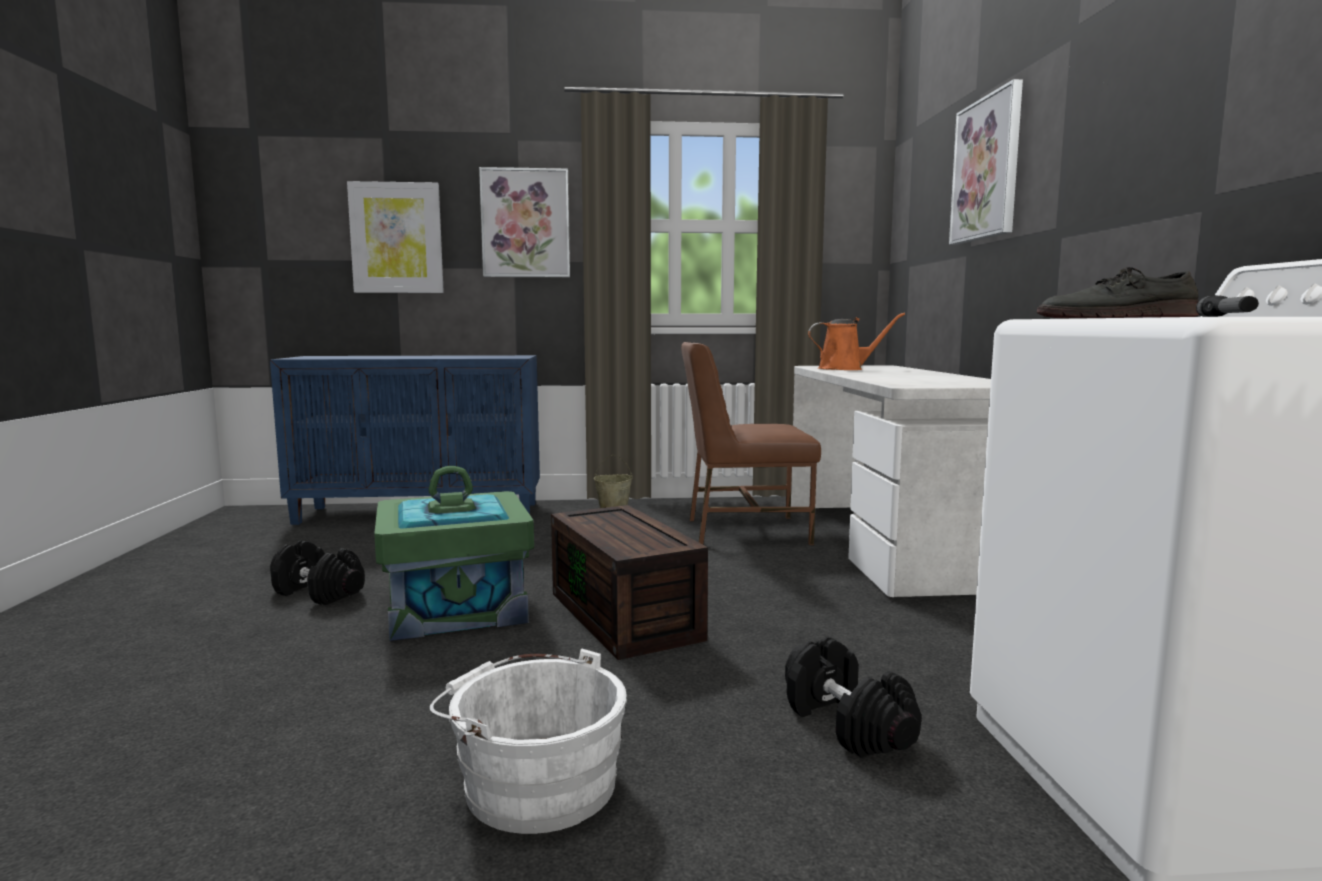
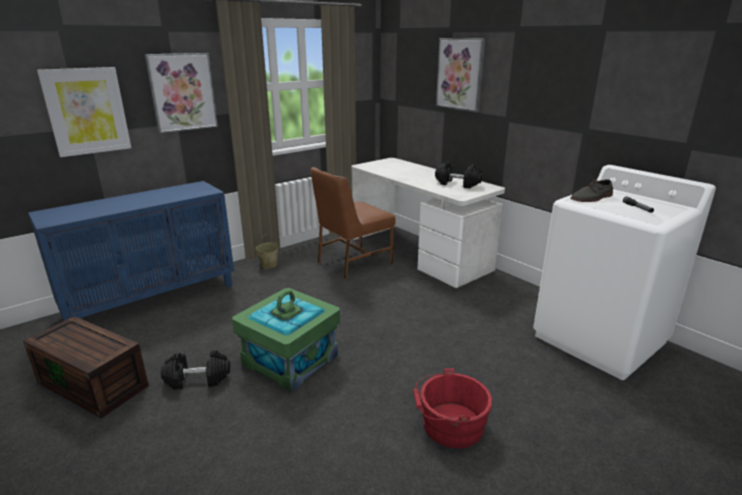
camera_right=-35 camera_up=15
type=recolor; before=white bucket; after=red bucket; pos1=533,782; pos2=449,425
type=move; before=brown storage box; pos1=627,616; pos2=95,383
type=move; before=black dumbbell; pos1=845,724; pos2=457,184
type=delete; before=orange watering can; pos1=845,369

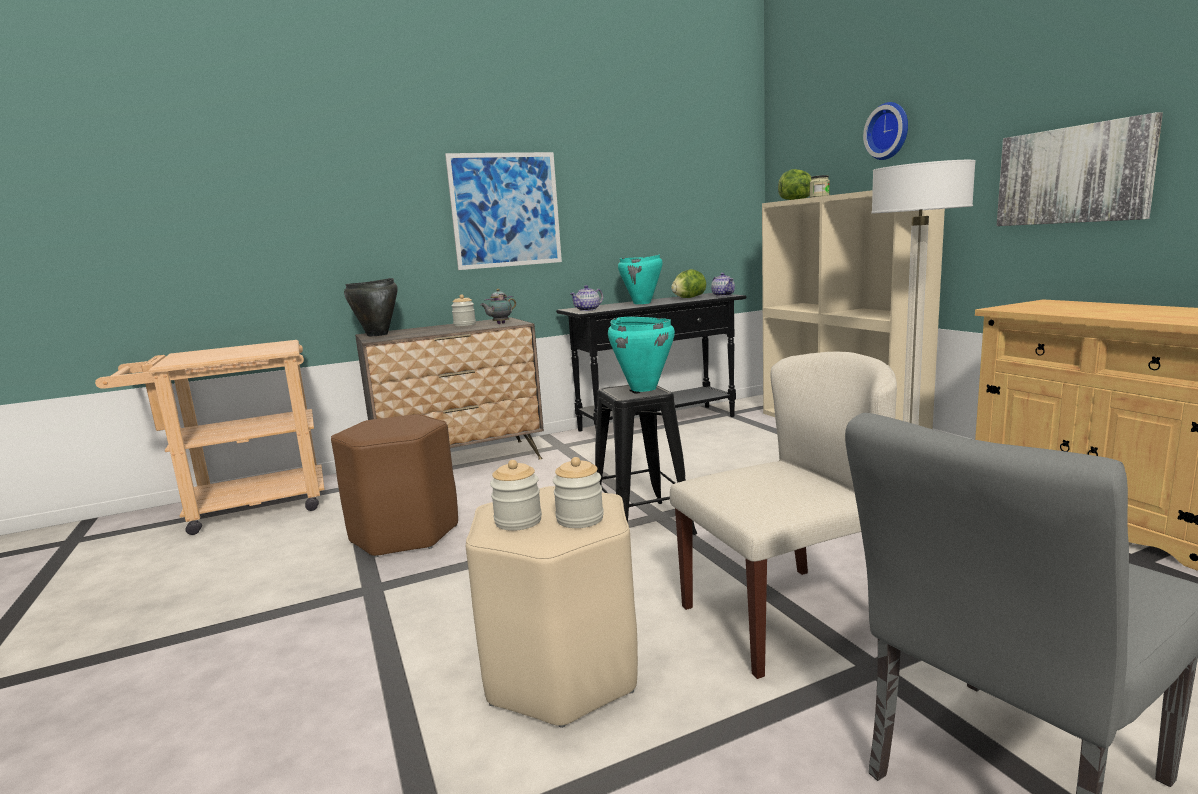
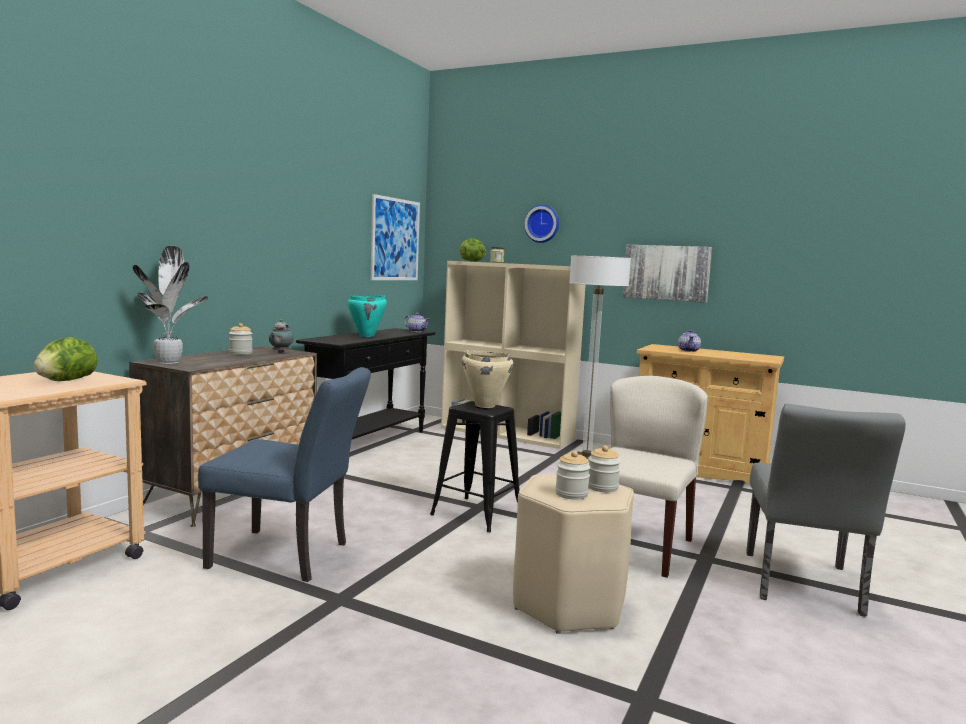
camera_right=-40 camera_up=-5
type=replace; before=brown stool; after=blue chair; pos1=404,534; pos2=289,556
type=replace; before=black cooking pot; after=potted plant; pos1=378,334; pos2=169,362
type=move; before=picture; pos1=505,210; pos2=395,239
type=move; before=teapot; pos1=588,310; pos2=688,351
type=recolor; before=turquoise cooking pot; after=beige cooking pot; pos1=643,388; pos2=484,405
type=move; before=lettuce; pos1=688,298; pos2=66,380

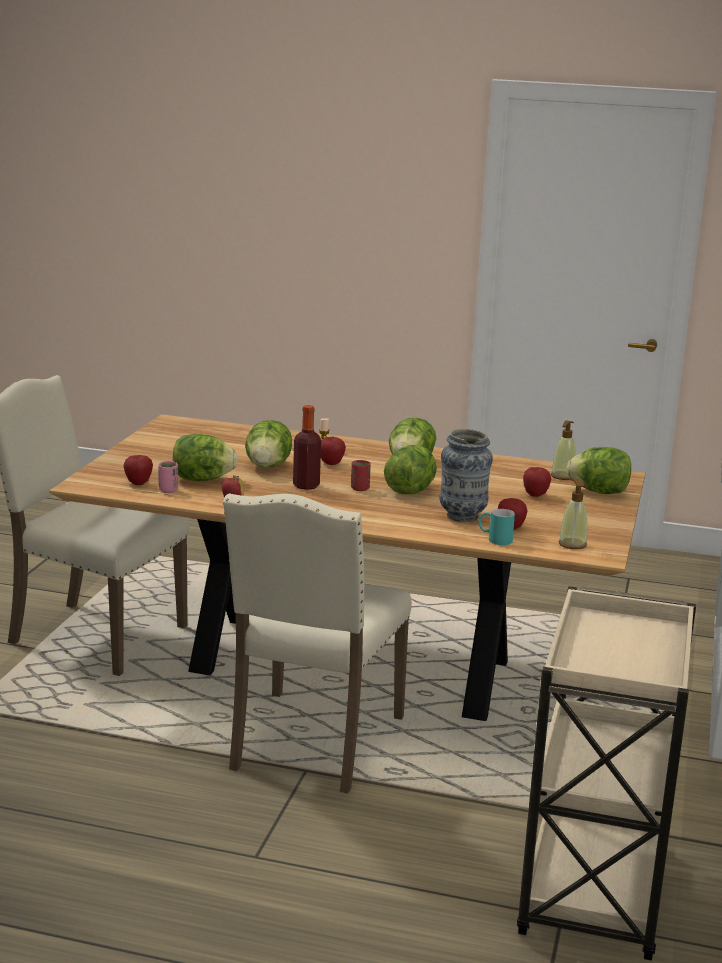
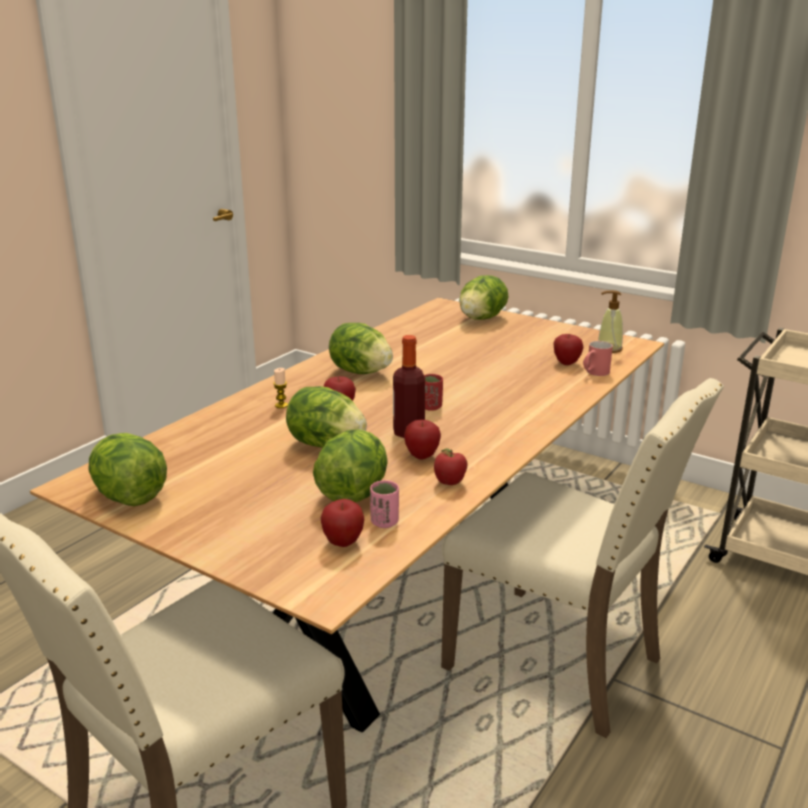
camera_right=-70 camera_up=5
type=move; before=lettuce; pos1=410,491; pos2=129,496
type=delete; before=vase; pos1=462,516
type=recolor; before=turquoise mug; after=red mug; pos1=494,539; pos2=594,373
type=move; before=apple; pos1=535,495; pos2=422,456
type=delete; before=soap dispenser; pos1=563,476

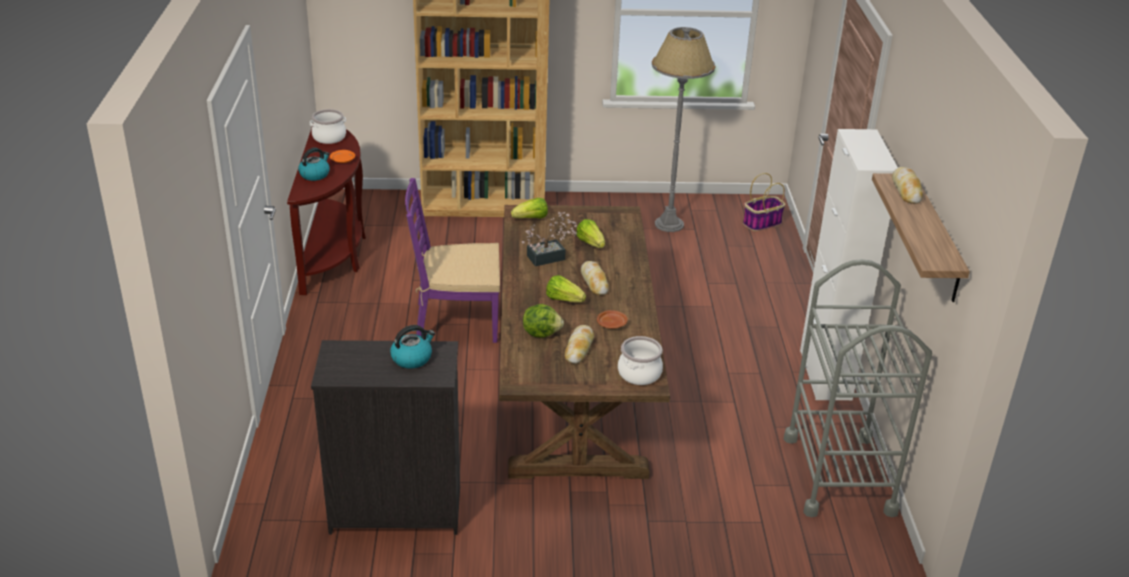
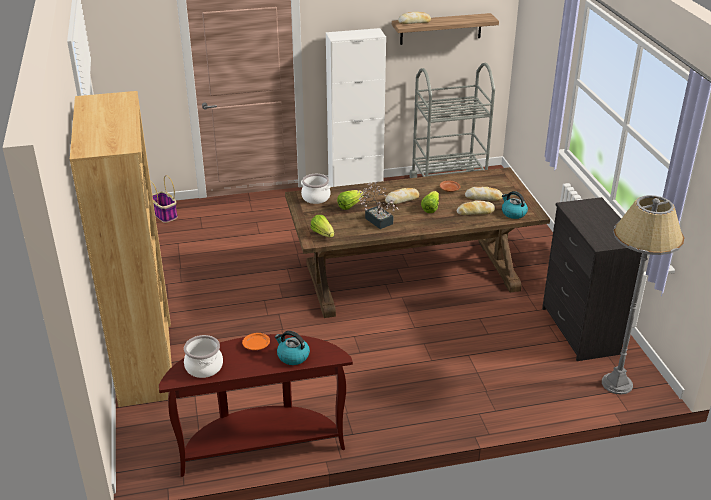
camera_right=-100 camera_up=0
type=move; before=kettle; pos1=412,358; pos2=513,213
type=delete; before=purple chair; pos1=456,322
type=replace; before=lettuce; after=bread; pos1=541,333; pos2=475,212
type=move; before=cooking pot; pos1=640,374; pos2=316,197
type=move; before=grey floor lamp; pos1=668,224; pos2=617,384

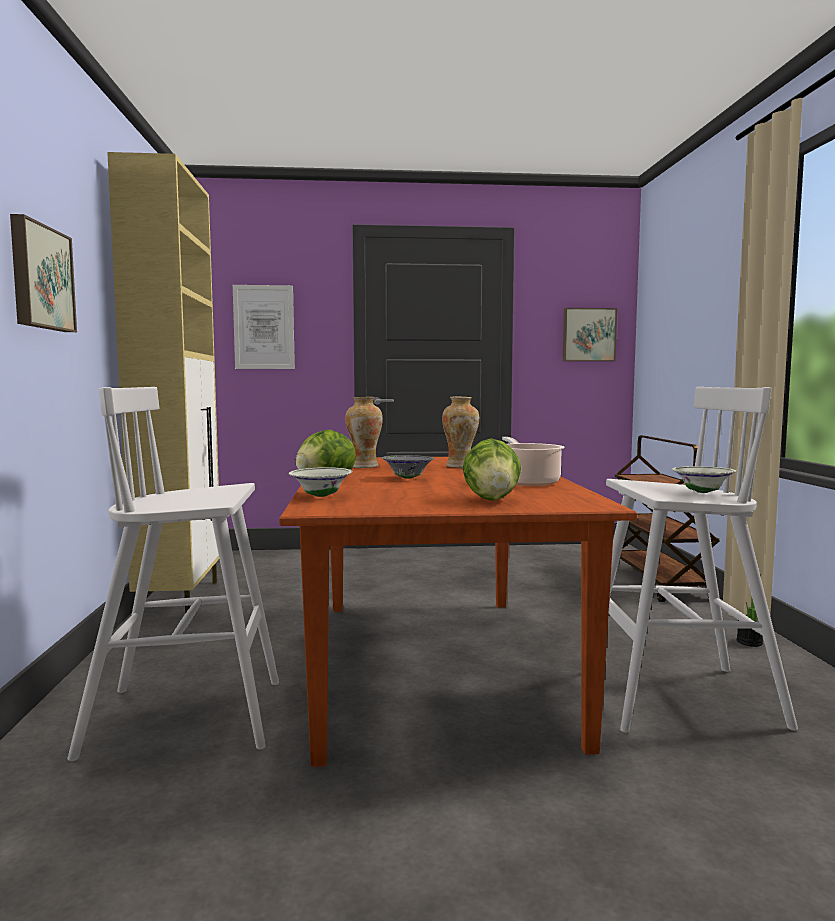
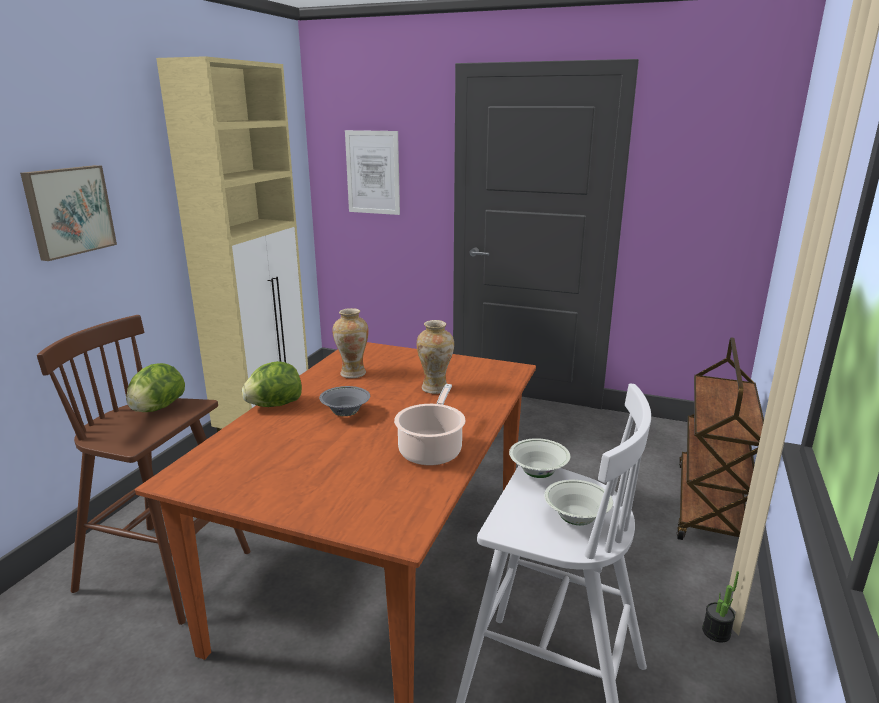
camera_right=25 camera_up=15
type=recolor; before=white stool; after=brown stool; pos1=190,717; pos2=167,572
type=move; before=white bowl; pos1=321,496; pos2=538,473
type=move; before=lettuce; pos1=492,499; pos2=157,408
type=delete; before=picture; pos1=588,335

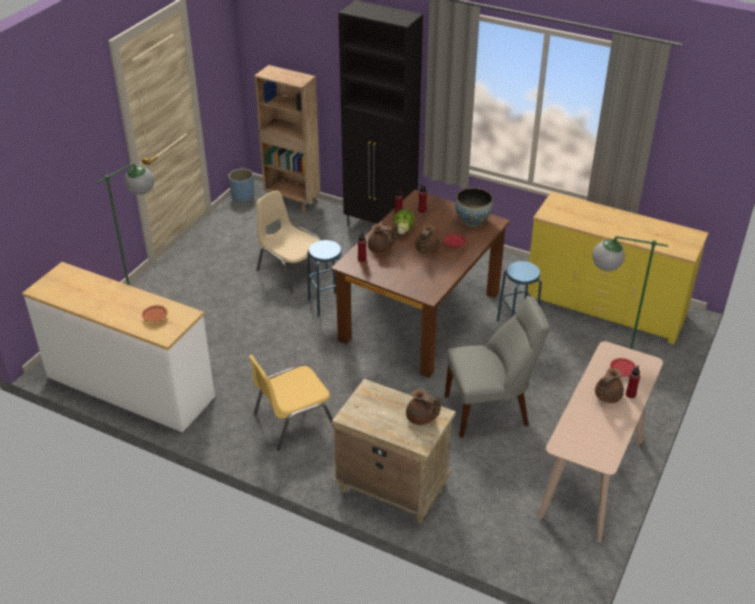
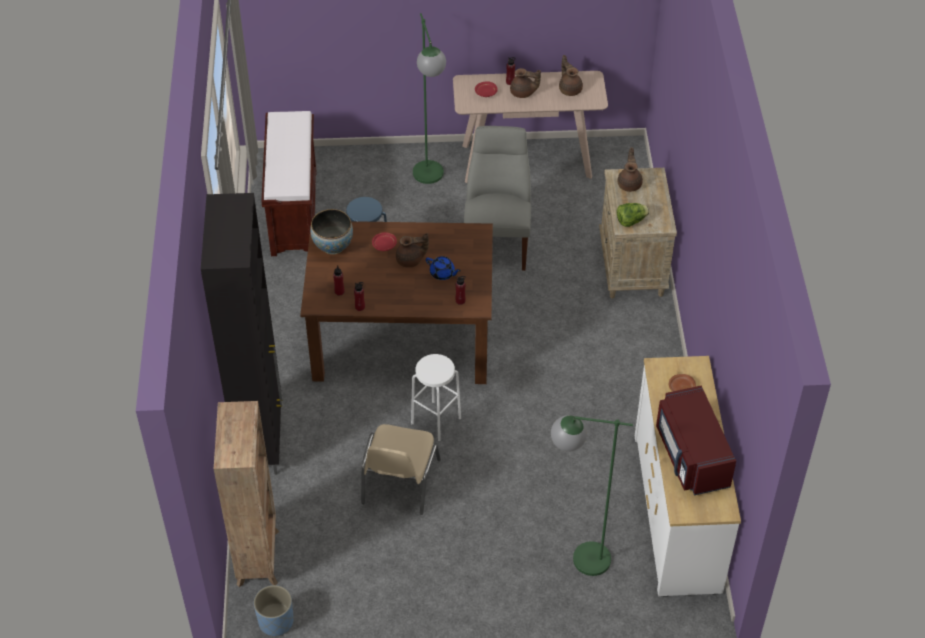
camera_right=-120 camera_up=10
type=delete; before=yellow chair; pos1=292,421
type=recolor; before=blue stool; after=white stool; pos1=327,304; pos2=436,420
type=move; before=brown teapot; pos1=381,249; pos2=570,89
type=move; before=lettuce; pos1=403,230; pos2=631,221
type=rotate; before=grey chair; pos1=490,410; pos2=497,241; turn=45
type=replace; before=yellow dresser; after=brown bench; pos1=604,307; pos2=293,212
type=insert; after=blue teapot; pos2=442,273
type=insert; after=red microwave; pos2=691,456

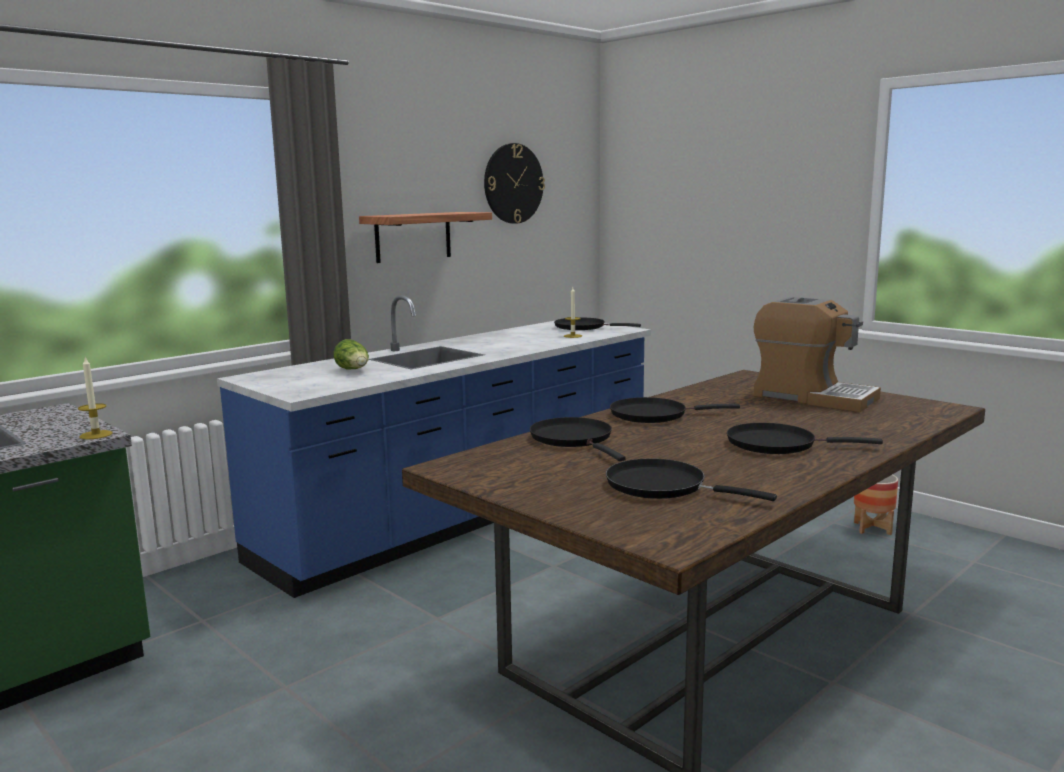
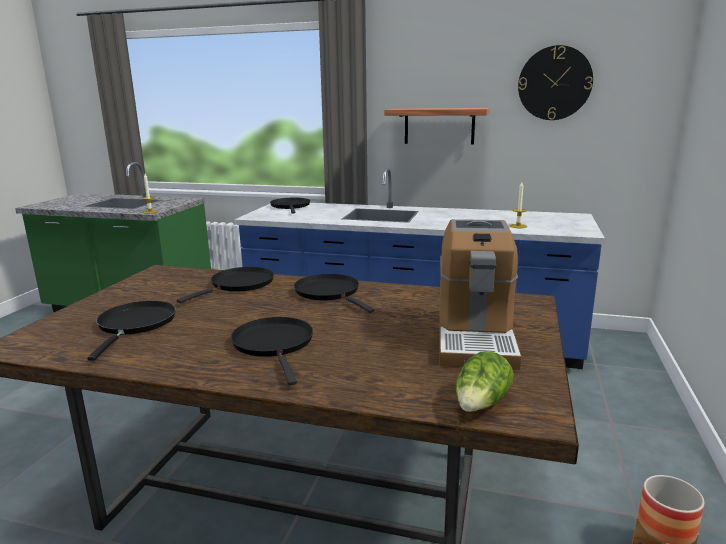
camera_right=60 camera_up=5
type=move; before=lettuce; pos1=354,370; pos2=481,404
type=move; before=black frying pan; pos1=583,327; pos2=291,206

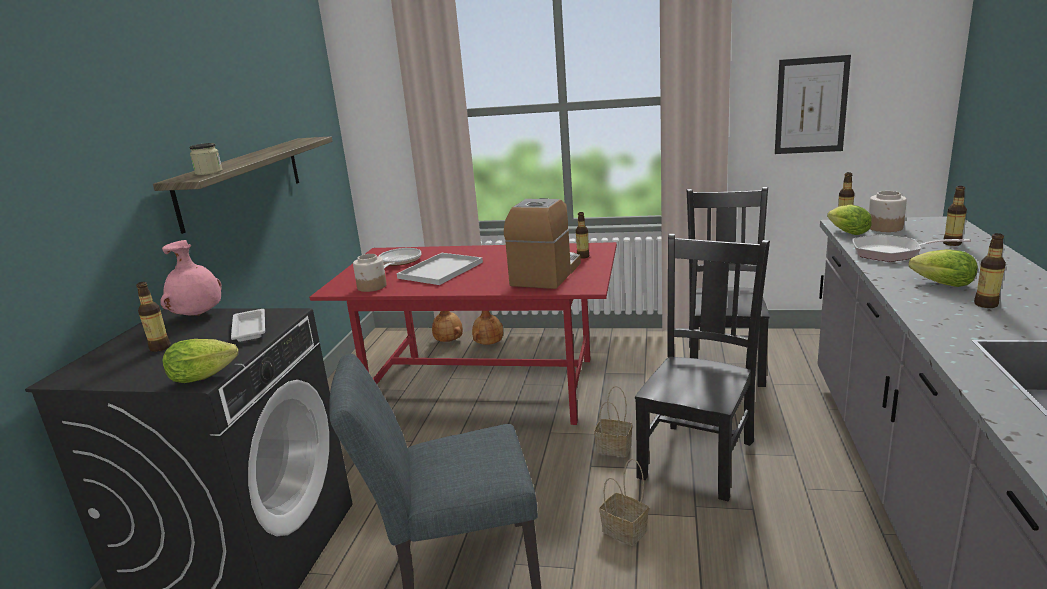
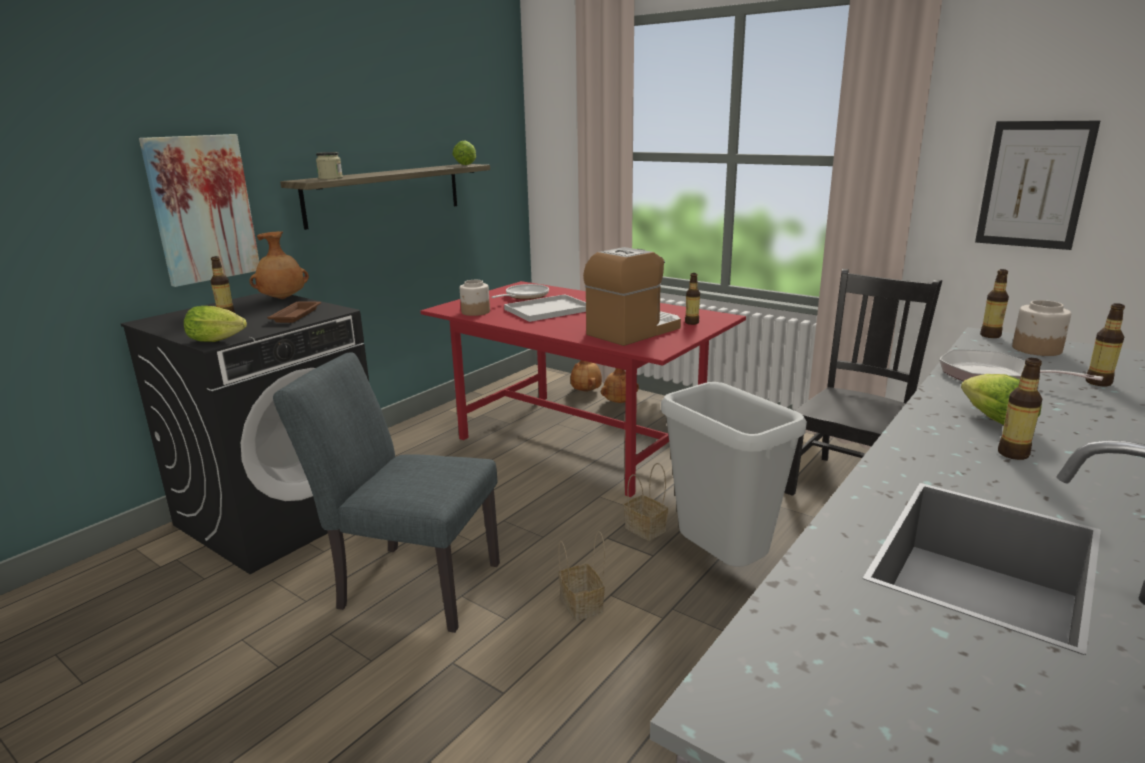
camera_right=25 camera_up=0
type=recolor; before=pink vase; after=brown vase; pos1=199,315; pos2=283,299
type=recolor; before=white tray; after=brown tray; pos1=250,328; pos2=297,315
type=replace; before=black chair; after=grey trash can; pos1=699,456; pos2=723,564
type=move; before=lettuce; pos1=846,232; pos2=466,164
type=insert; after=picture; pos2=202,209

